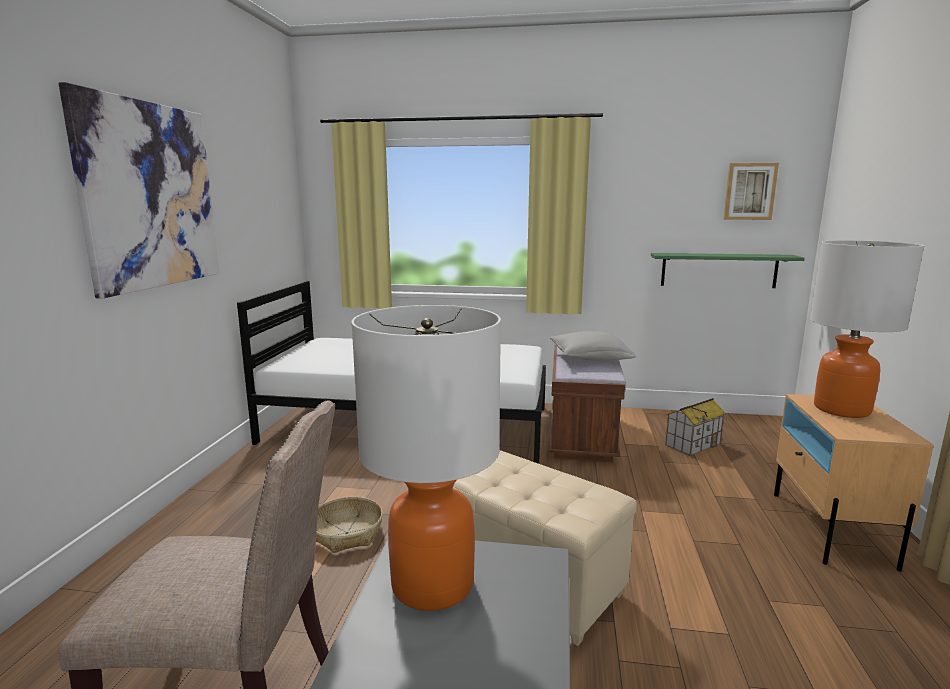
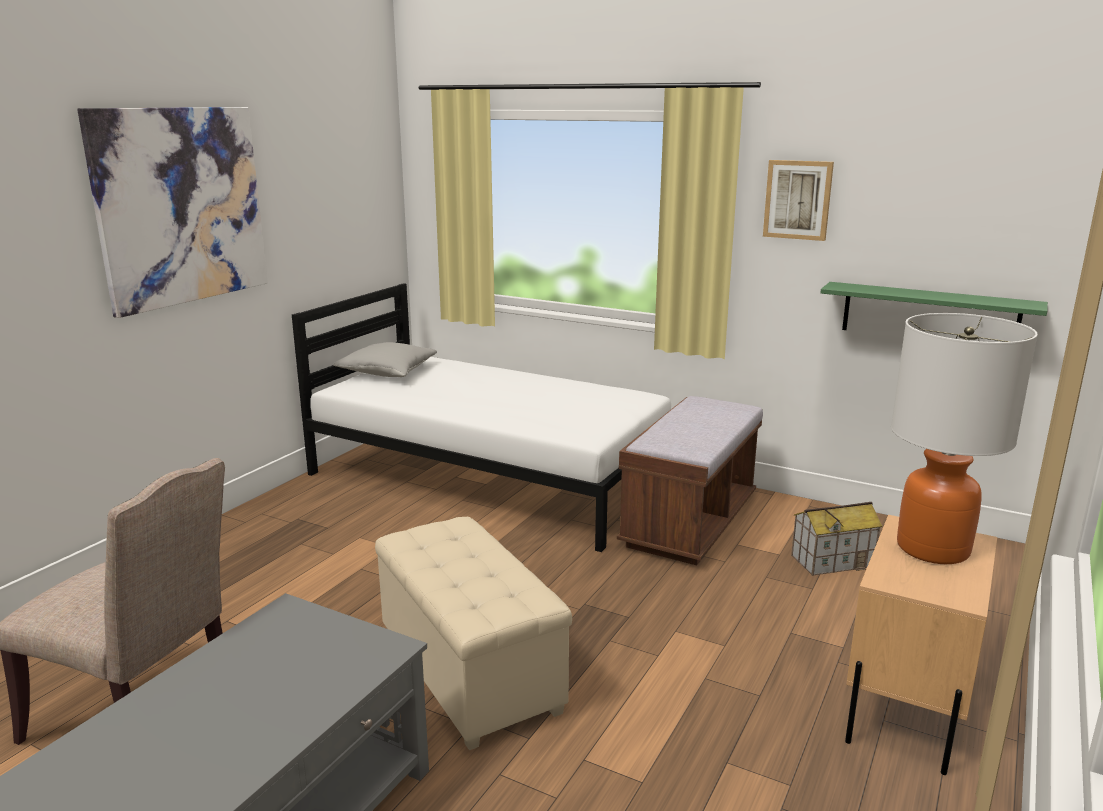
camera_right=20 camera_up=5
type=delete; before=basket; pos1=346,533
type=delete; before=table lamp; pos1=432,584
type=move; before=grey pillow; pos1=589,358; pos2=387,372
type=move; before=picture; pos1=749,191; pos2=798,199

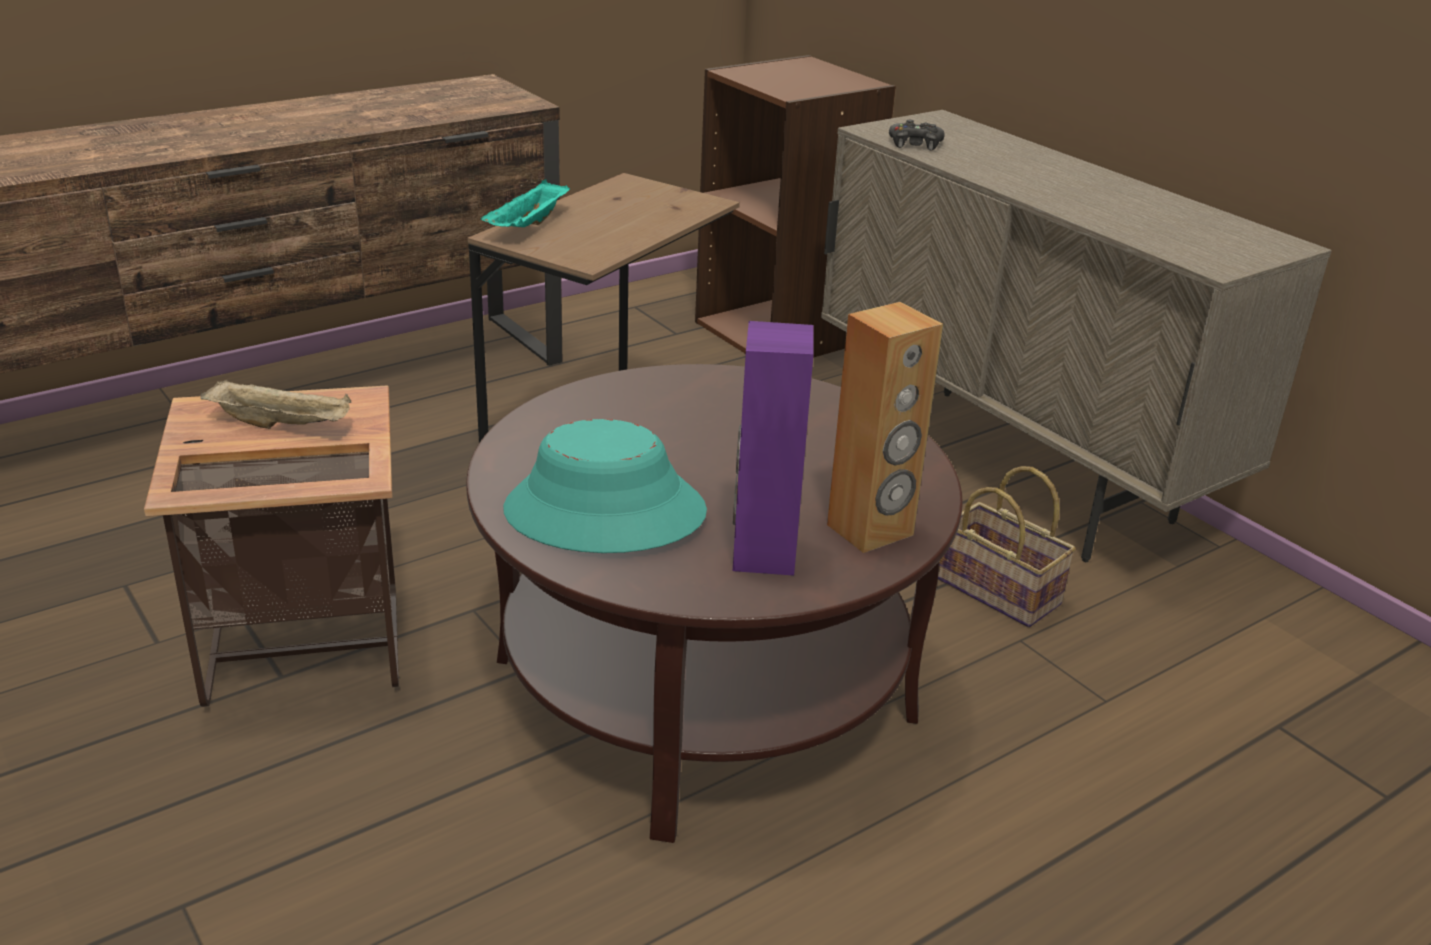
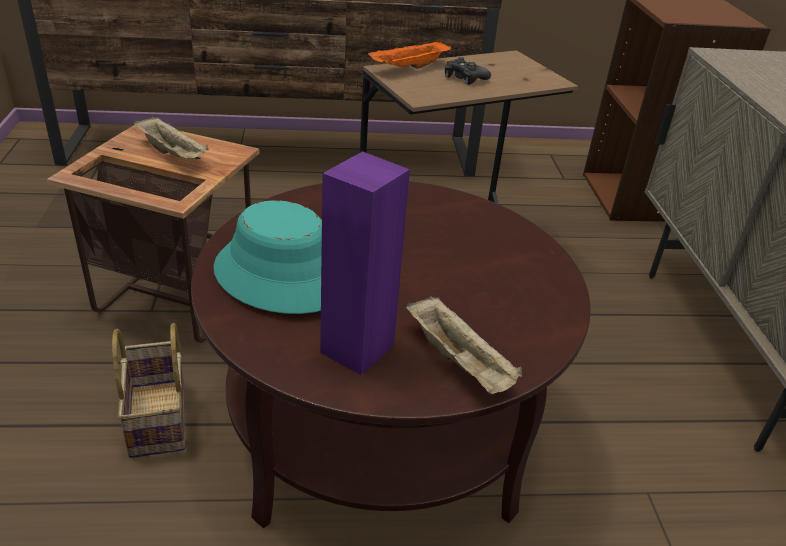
camera_right=30 camera_up=5
type=recolor; before=turquoise tray; after=orange tray; pos1=528,226; pos2=409,68
type=replace; before=brown speaker; after=beige tray; pos1=870,530; pos2=460,362
type=move; before=black game controller; pos1=915,144; pos2=464,78
type=move; before=basket; pos1=1002,592; pos2=160,419

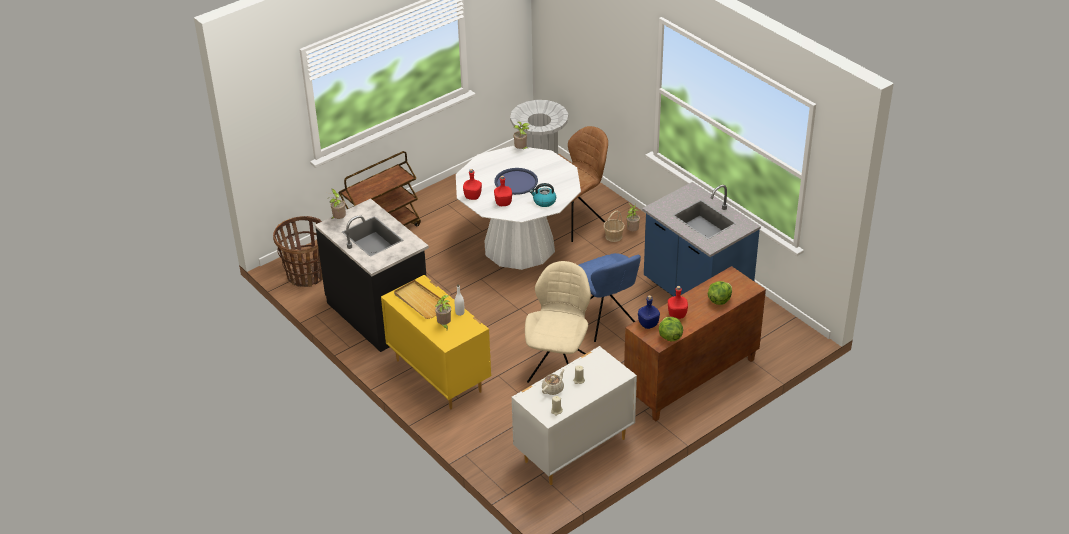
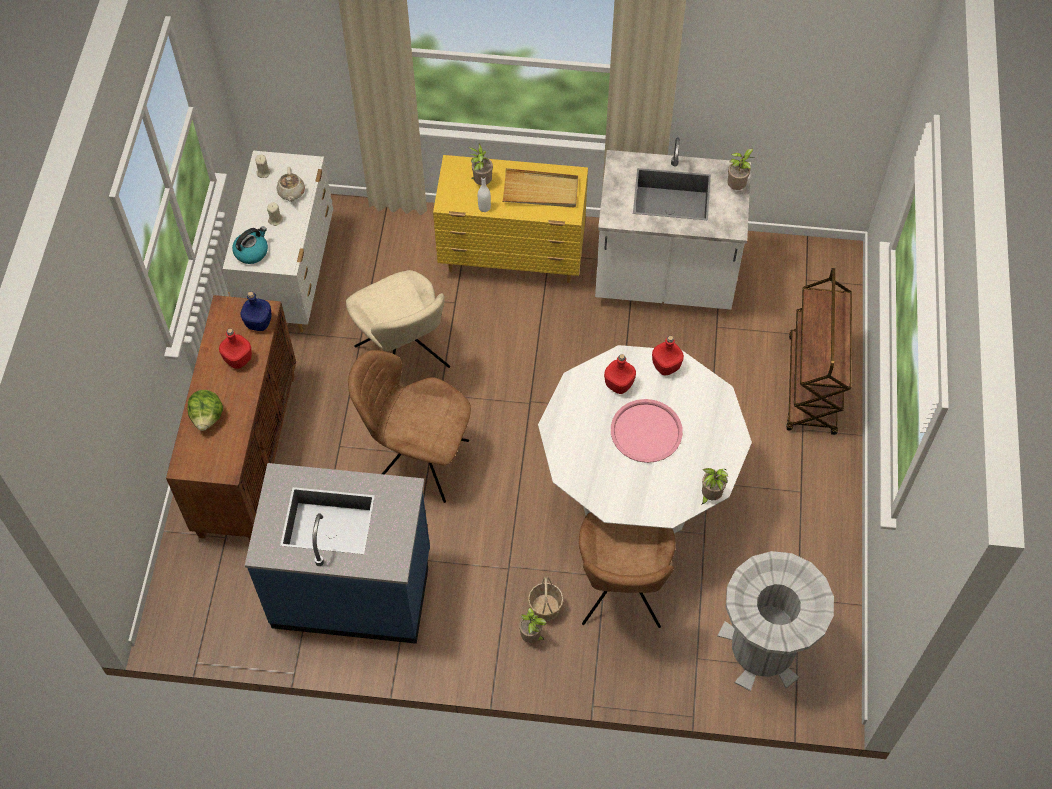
camera_right=135 camera_up=20
type=delete; before=basket; pos1=306,274
type=recolor; before=black counter; after=white counter; pos1=379,313; pos2=664,280
type=recolor; before=blue tray; after=pink tray; pos1=516,182; pos2=646,431
type=move; before=kettle; pos1=544,201; pos2=251,251
type=recolor; before=blue chair; after=brown chair; pos1=605,321; pos2=418,460
type=delete; before=lettuce; pos1=669,337

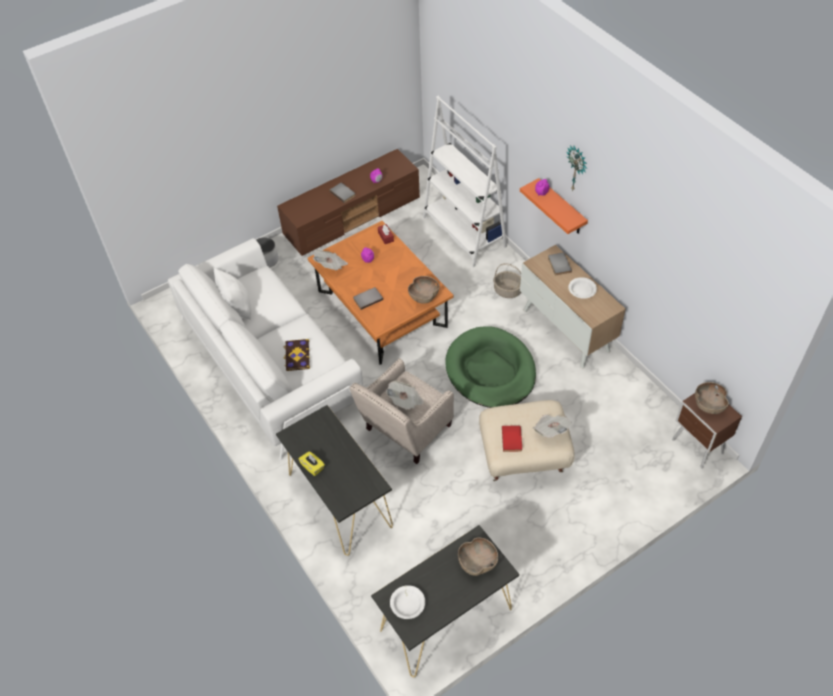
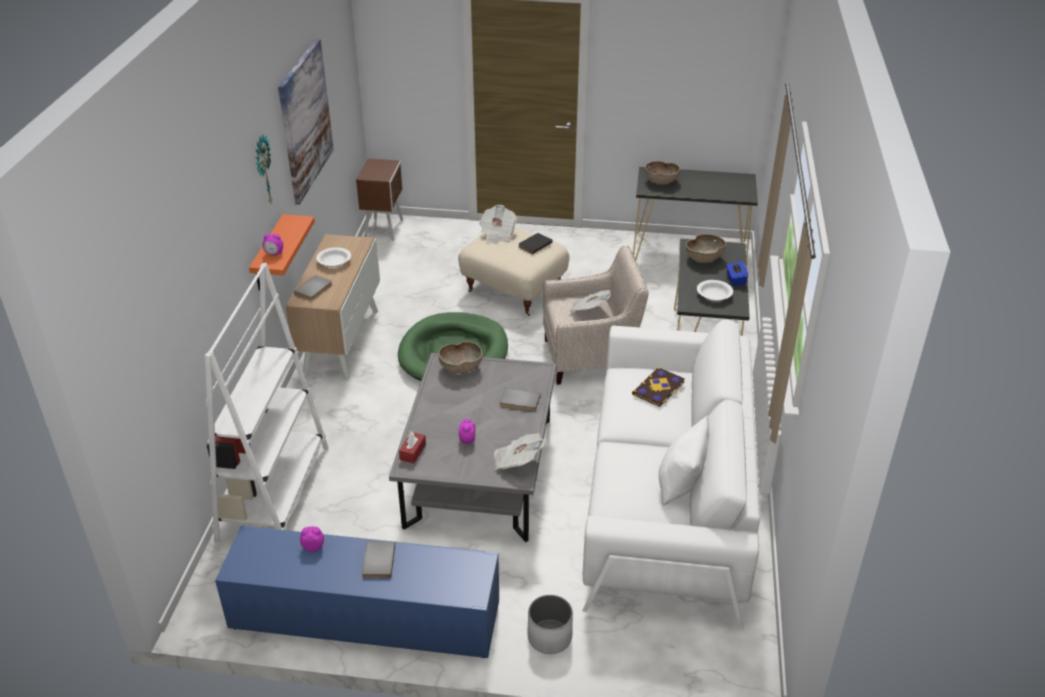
camera_right=-140 camera_up=-15
type=recolor; before=brown tv stand; after=blue tv stand; pos1=352,216; pos2=363,617
type=recolor; before=yellow tissue box; after=blue tissue box; pos1=312,467; pos2=735,279
type=recolor; before=orange coffee table; after=grey coffee table; pos1=382,308; pos2=480,472
type=move; before=white bowl; pos1=408,604; pos2=714,295
type=delete; before=basket; pos1=508,290
type=recolor; before=red book; after=black book; pos1=512,439; pos2=534,244
type=move; before=brown bowl; pos1=708,404; pos2=704,258
type=insert; after=picture; pos2=305,120

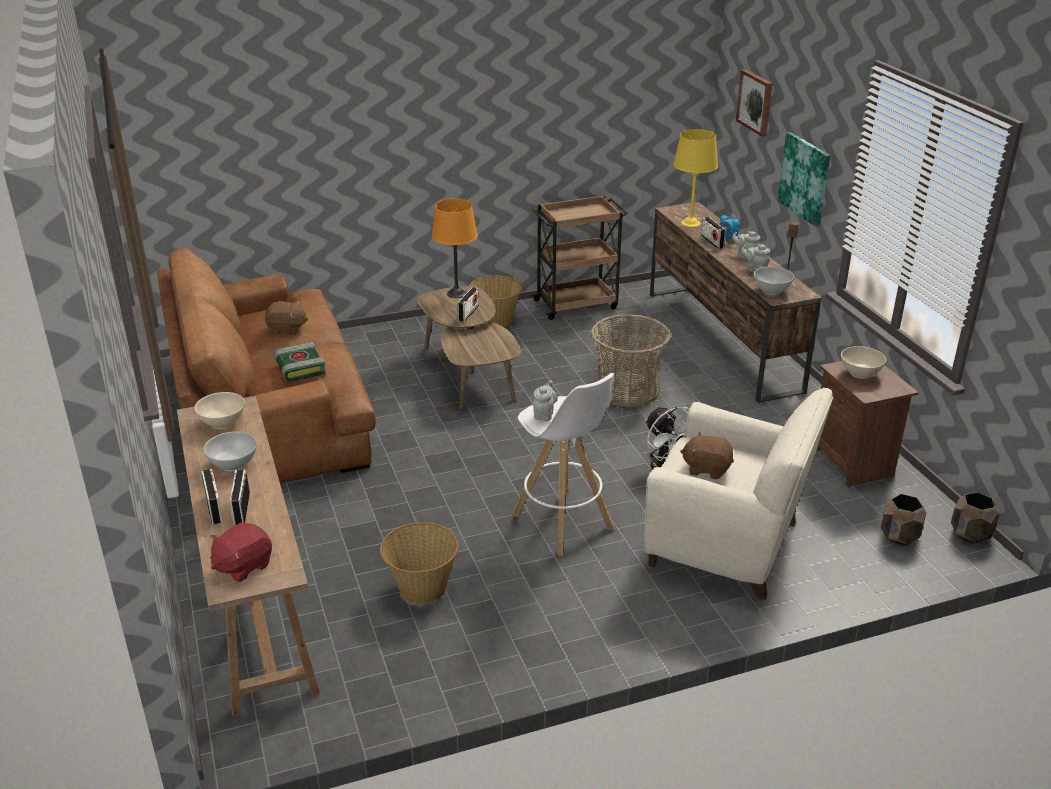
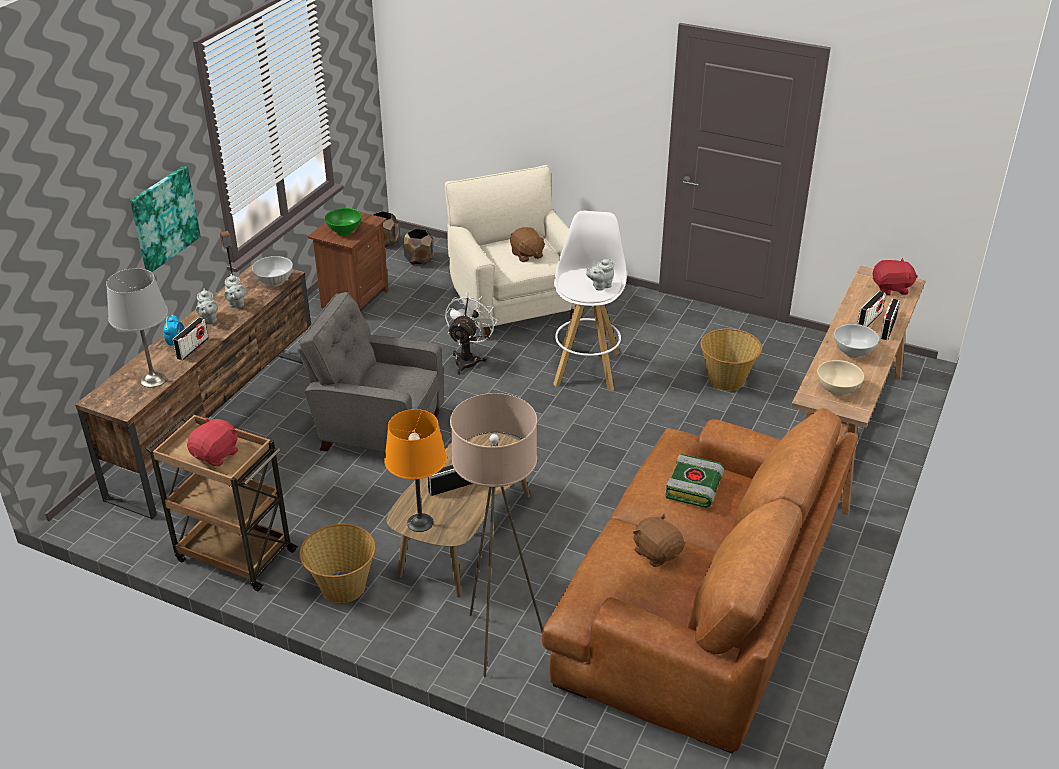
camera_right=-135 camera_up=5
type=replace; before=basket; after=grey armchair; pos1=627,390; pos2=377,430
type=recolor; before=yellow table lamp; after=grey table lamp; pos1=690,223; pos2=153,380
type=delete; before=picture; pos1=755,102
type=recolor; before=beige bowl; after=green bowl; pos1=860,373; pos2=344,231
type=insert; after=red plush toy; pos2=216,455
type=insert; after=beige floor lamp; pos2=498,641

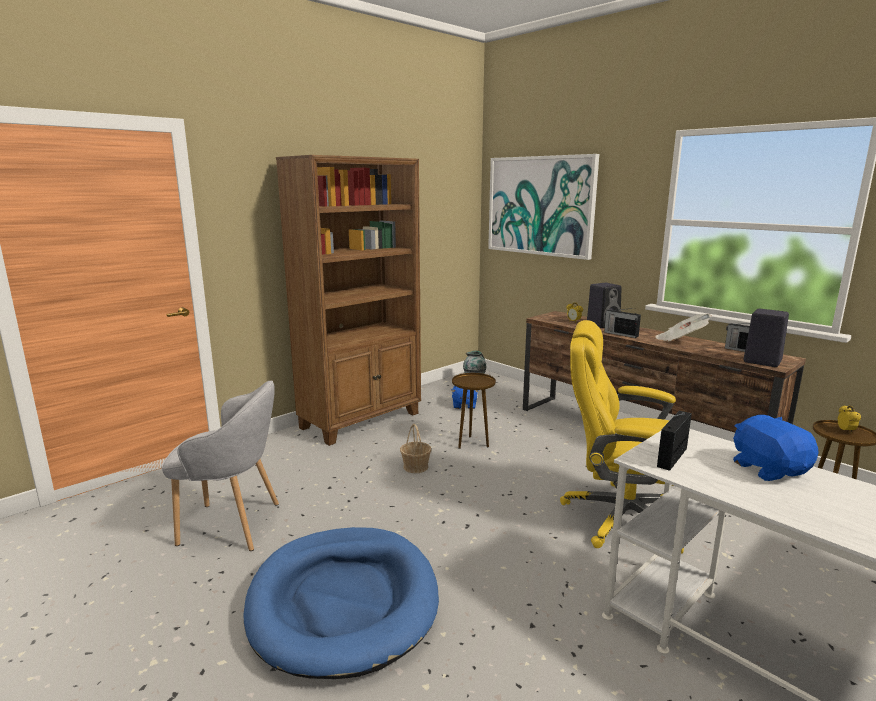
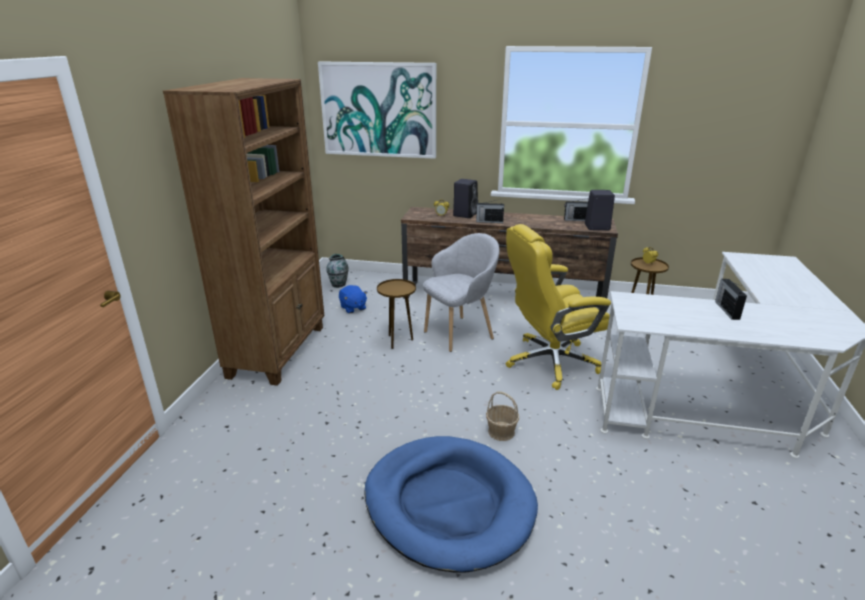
camera_right=-35 camera_up=10
type=move; before=grey armchair; pos1=233,525; pos2=460,333
type=move; before=basket; pos1=416,467; pos2=501,431
type=delete; before=newspaper; pos1=681,340
type=move; before=radio; pos1=672,457; pos2=727,310
type=delete; before=blue plush toy; pos1=768,469

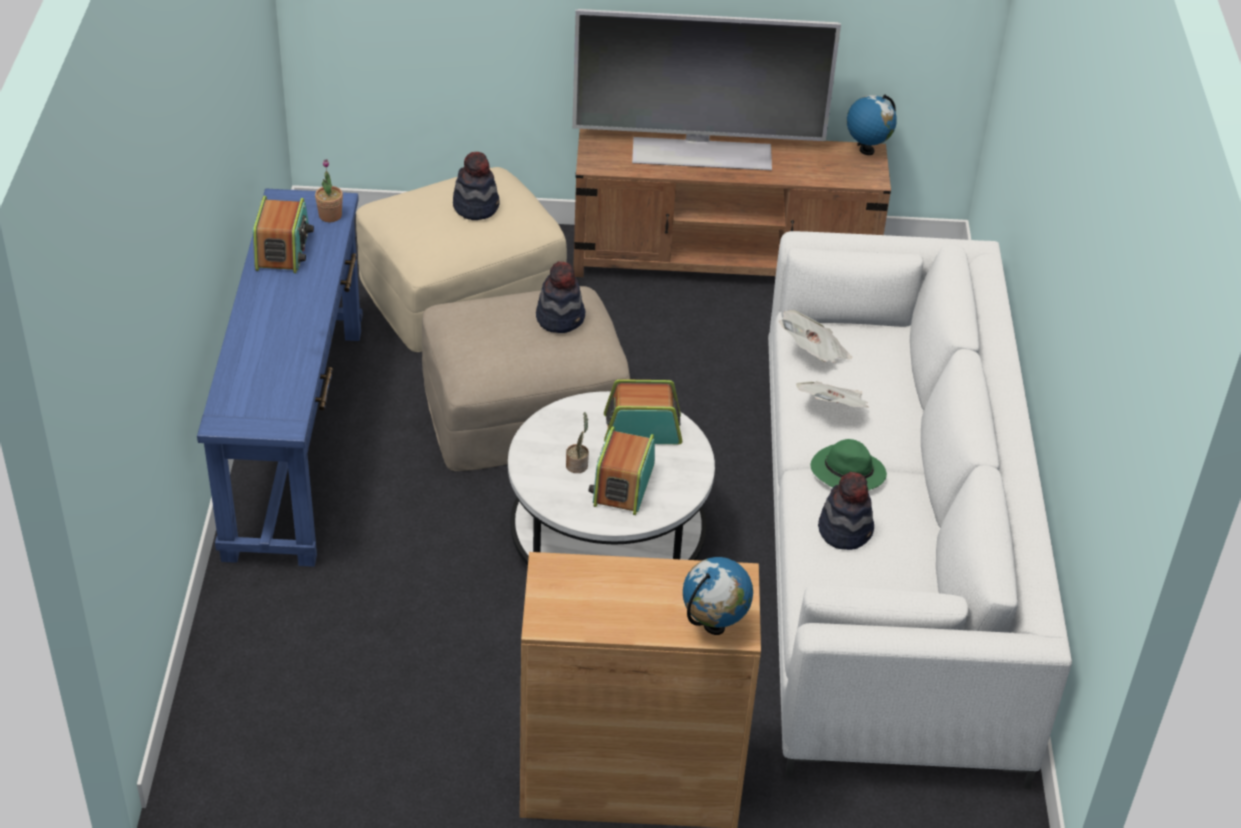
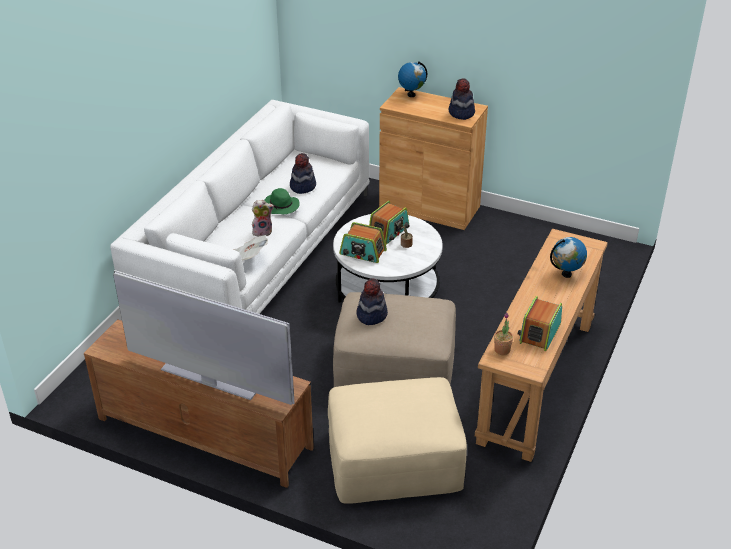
camera_right=-155 camera_up=-5
type=recolor; before=blue console table; after=brown console table; pos1=296,439; pos2=536,381
type=move; before=hat; pos1=476,206; pos2=461,113
type=replace; before=newspaper; after=plush toy; pos1=833,409; pos2=263,231
type=move; before=globe; pos1=866,150; pos2=566,274

